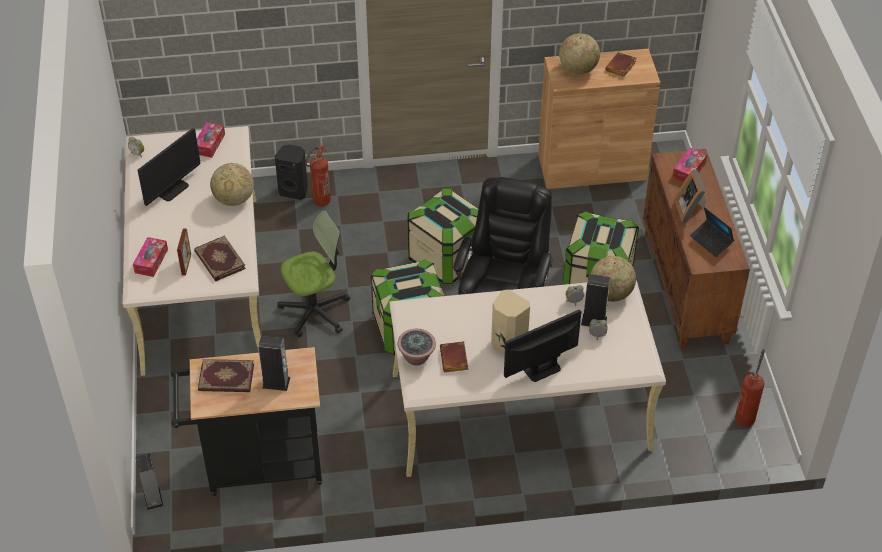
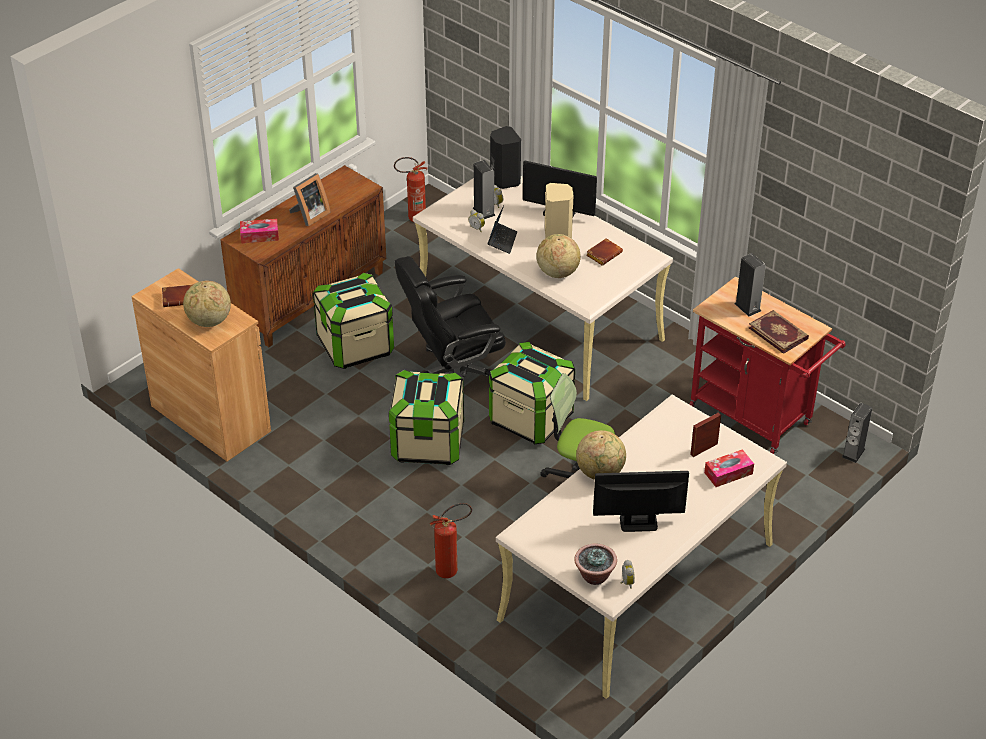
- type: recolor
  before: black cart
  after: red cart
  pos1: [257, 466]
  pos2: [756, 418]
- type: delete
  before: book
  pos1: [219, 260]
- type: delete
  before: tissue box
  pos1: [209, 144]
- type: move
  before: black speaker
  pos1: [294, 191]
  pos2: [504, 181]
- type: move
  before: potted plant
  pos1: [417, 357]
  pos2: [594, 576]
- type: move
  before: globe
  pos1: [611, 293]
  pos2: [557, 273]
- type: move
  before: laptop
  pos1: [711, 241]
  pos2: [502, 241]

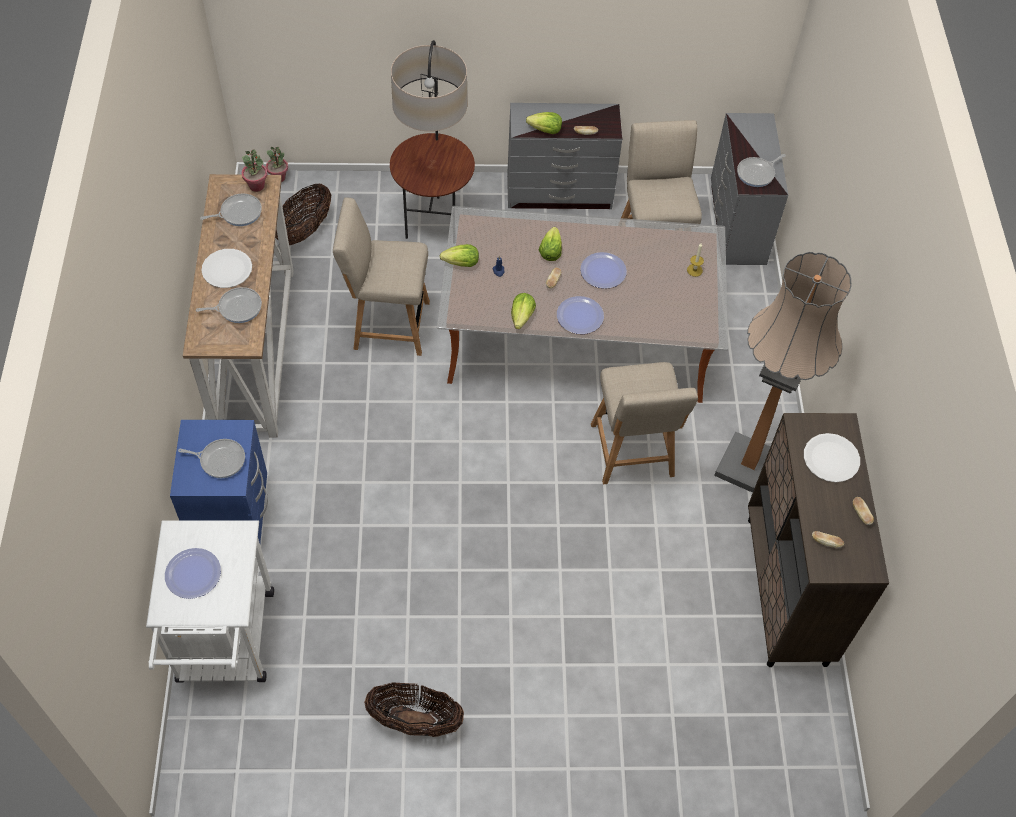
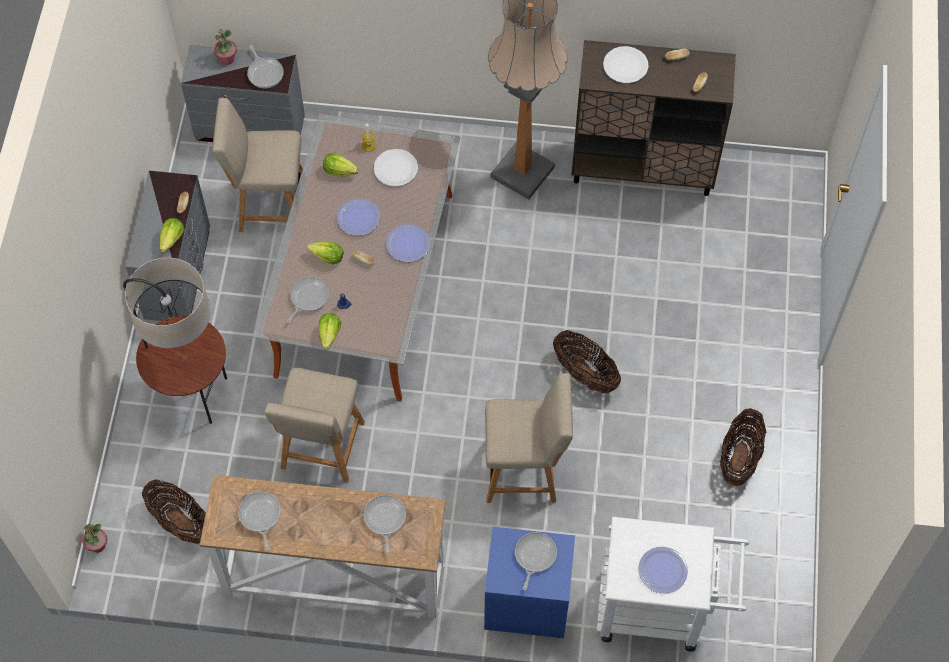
- type: move
  before: white plate
  pos1: [227, 269]
  pos2: [396, 168]
- type: move
  before: potted plant
  pos1: [257, 186]
  pos2: [227, 59]
- type: move
  before: lettuce
  pos1: [522, 317]
  pos2: [339, 171]
- type: move
  before: beige chair
  pos1: [633, 454]
  pos2: [525, 470]
- type: insert
  after: frying pan
  pos2: [308, 298]
- type: insert
  after: basket
  pos2: [585, 373]

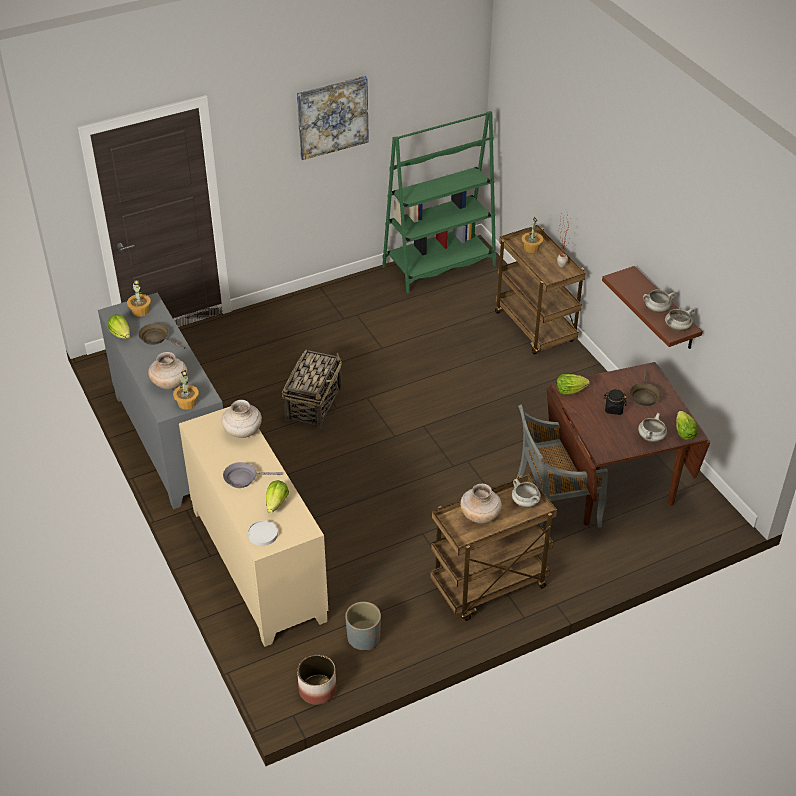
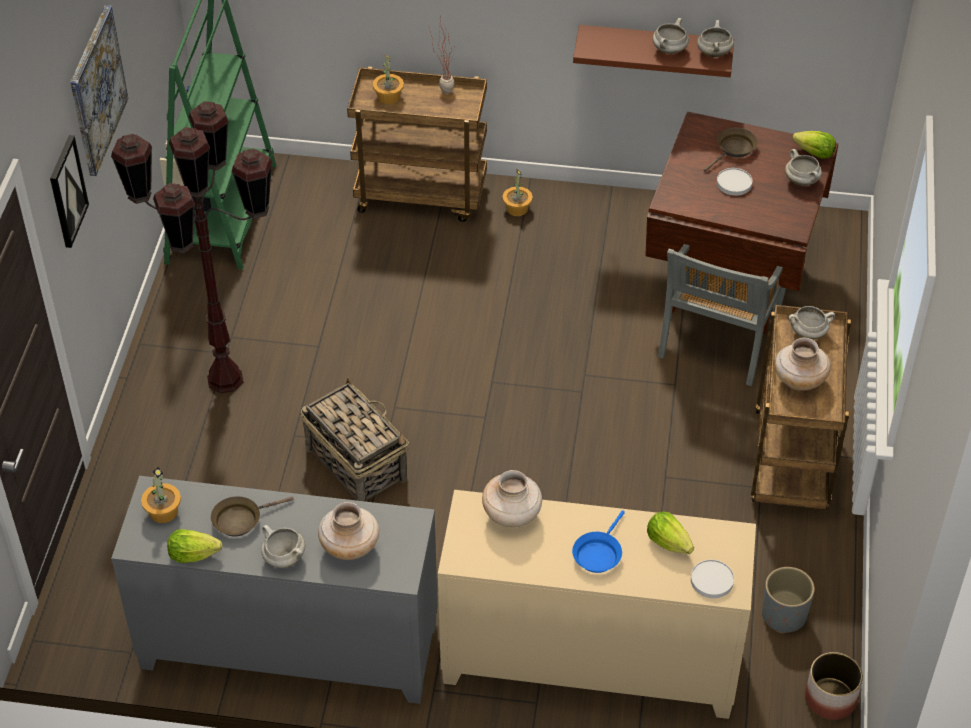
- type: move
  before: potted plant
  pos1: [187, 403]
  pos2: [516, 208]
- type: recolor
  before: grey frying pan
  after: blue frying pan
  pos1: [243, 478]
  pos2: [598, 553]
- type: delete
  before: lettuce
  pos1: [570, 390]
- type: replace
  before: black jar
  after: white plate
  pos1: [613, 409]
  pos2: [734, 183]
- type: rotate
  before: brown frying pan
  pos1: [644, 396]
  pos2: [734, 149]
  turn: -90
- type: insert
  after: picture
  pos2: [67, 191]
- type: insert
  after: brown floor lamp
  pos2: [224, 378]
- type: insert
  after: white cooking pot
  pos2: [283, 558]

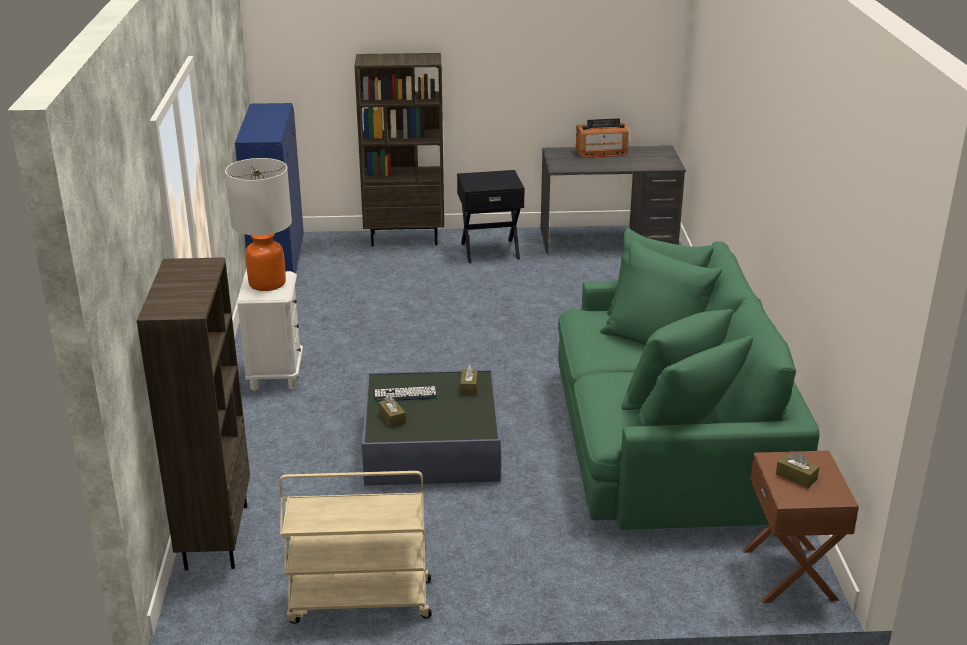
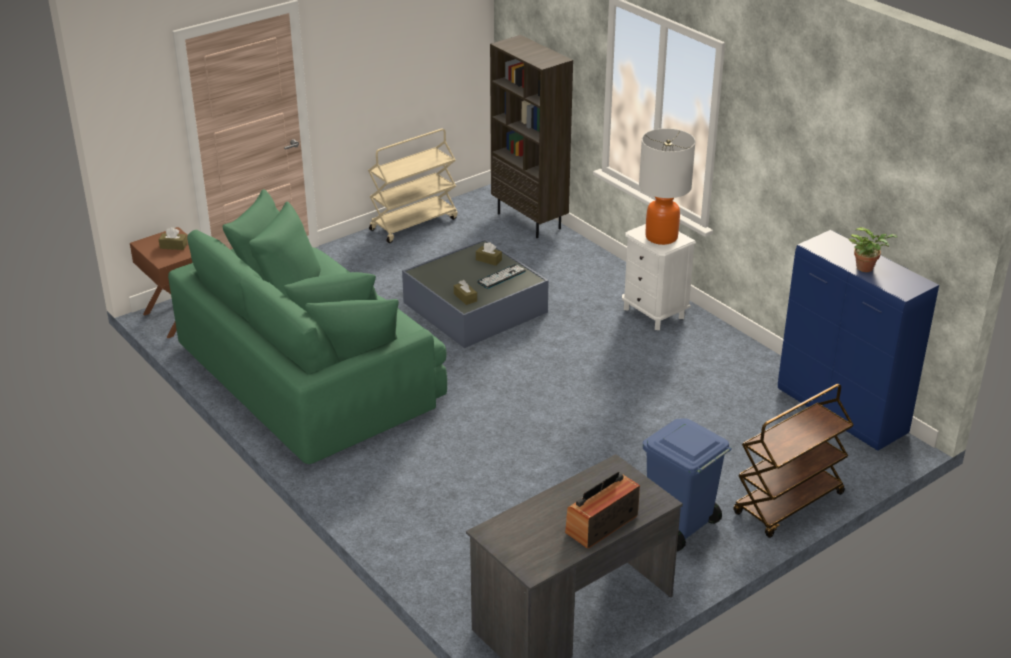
- type: replace
  before: brown bookcase
  after: brown cart
  pos1: [405, 238]
  pos2: [788, 504]
- type: replace
  before: black side table
  after: blue trash can
  pos1: [490, 250]
  pos2: [679, 527]
- type: insert
  after: potted plant
  pos2: [867, 268]

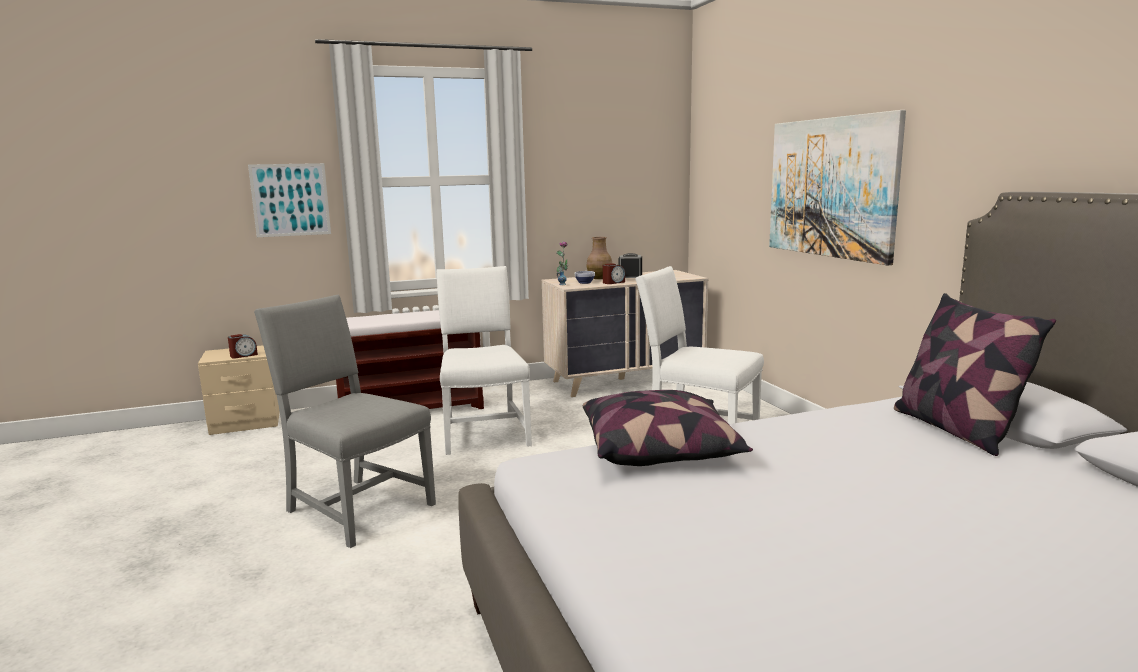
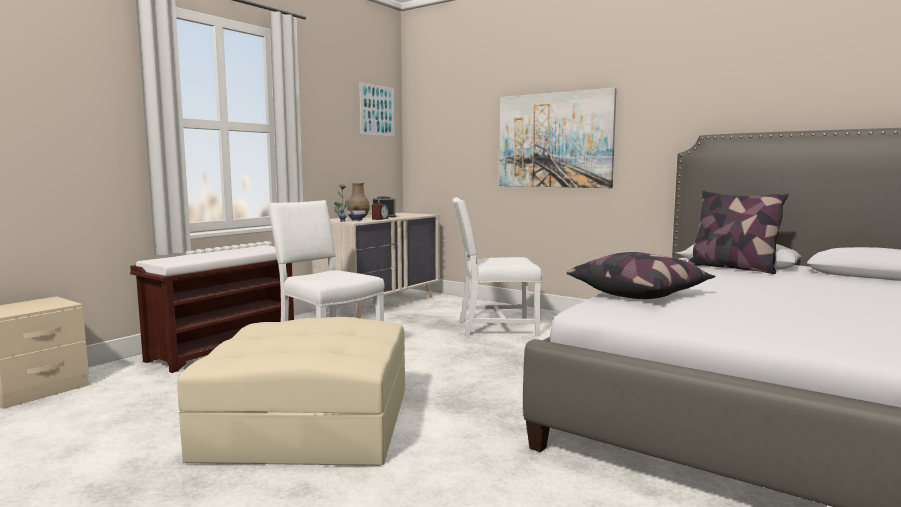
- type: delete
  before: alarm clock
  pos1: [243, 355]
- type: move
  before: picture
  pos1: [290, 200]
  pos2: [377, 110]
- type: replace
  before: grey chair
  after: beige ottoman
  pos1: [355, 508]
  pos2: [309, 421]

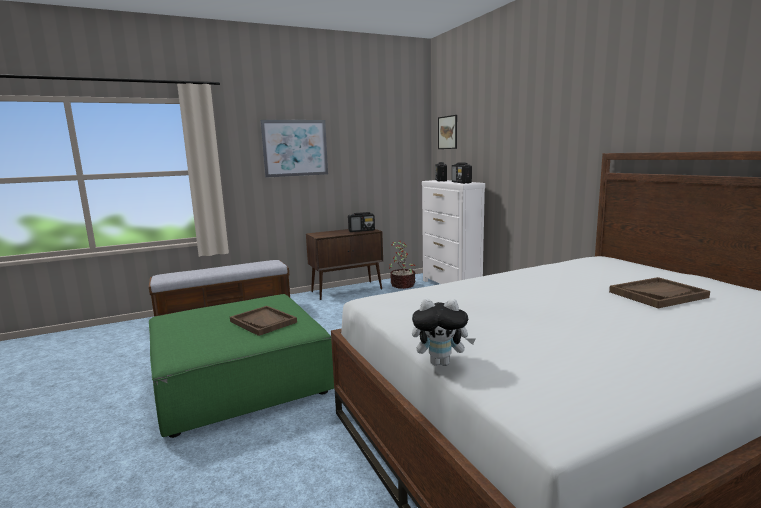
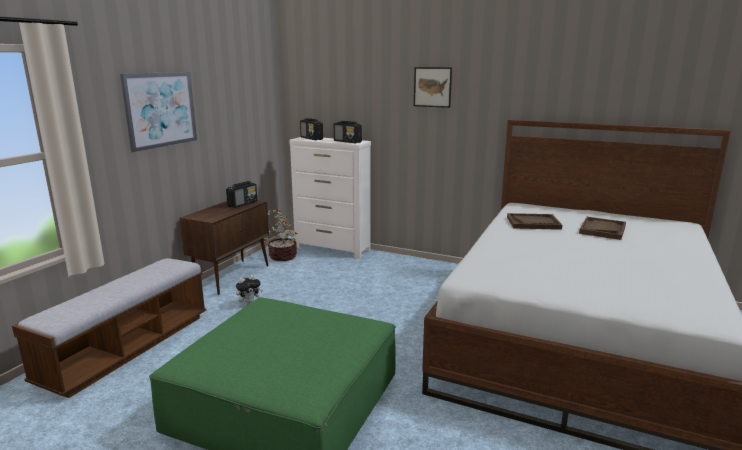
- type: move
  before: brown tray
  pos1: [263, 322]
  pos2: [533, 223]
- type: move
  before: plush toy
  pos1: [441, 363]
  pos2: [249, 303]
- type: move
  before: picture
  pos1: [447, 132]
  pos2: [432, 87]

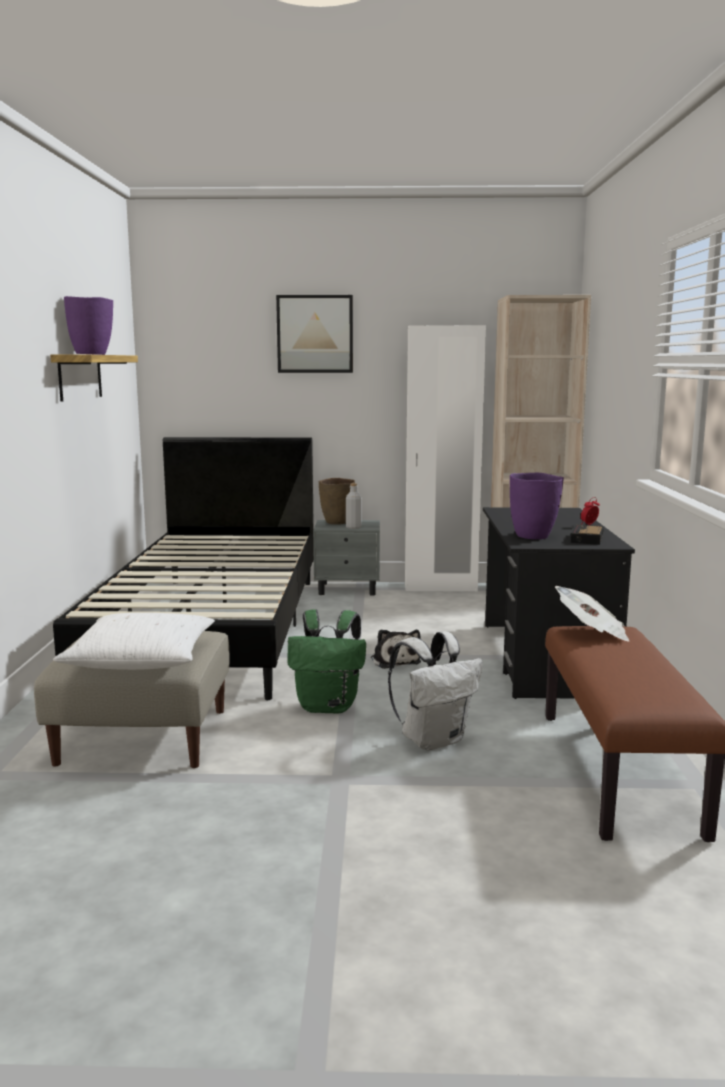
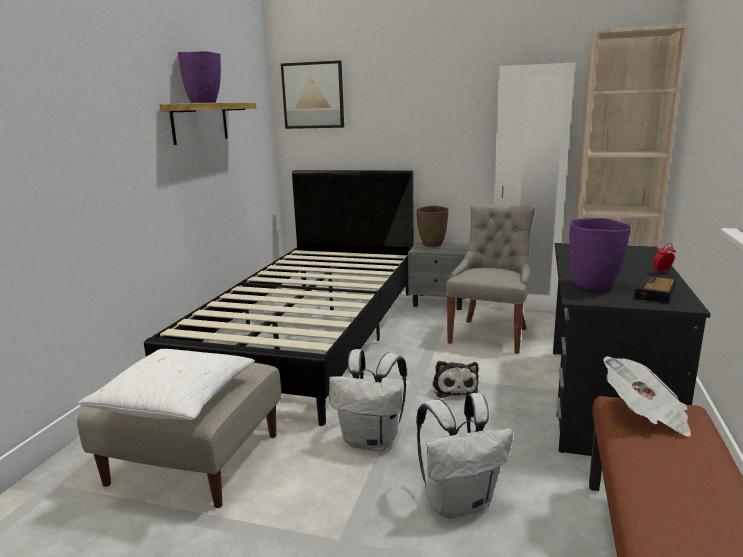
- type: move
  before: picture
  pos1: [315, 334]
  pos2: [313, 95]
- type: recolor
  before: green backpack
  after: white backpack
  pos1: [329, 706]
  pos2: [372, 441]
- type: delete
  before: grey bottle
  pos1: [353, 527]
- type: insert
  after: grey chair
  pos2: [490, 335]

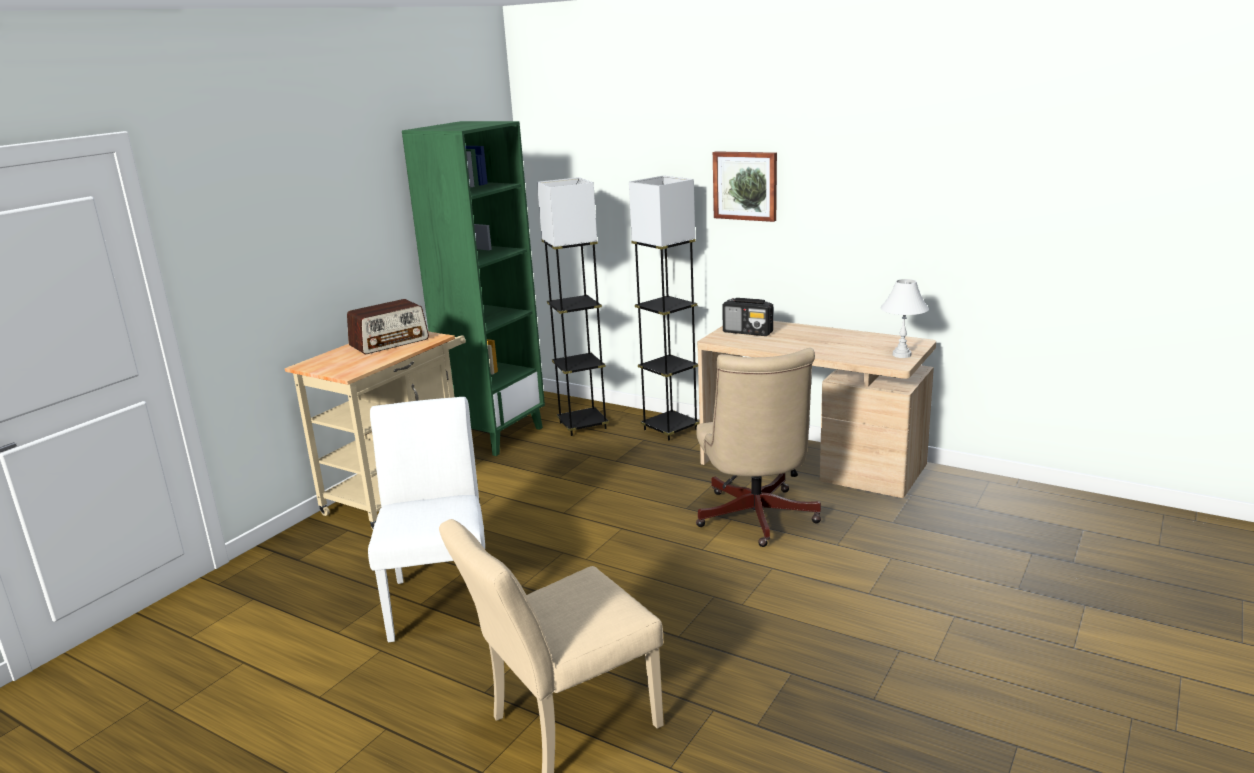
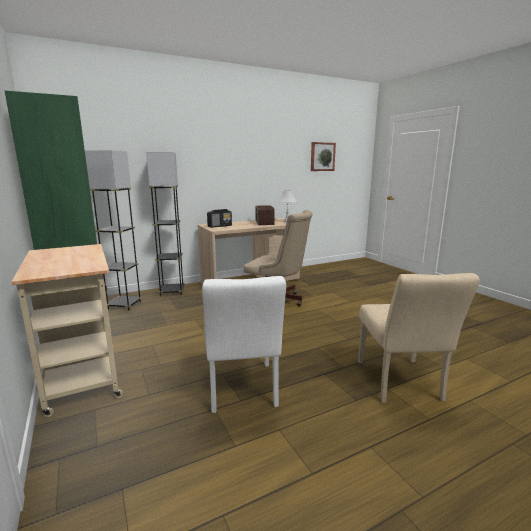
- type: move
  before: radio
  pos1: [390, 342]
  pos2: [264, 222]
- type: rotate
  before: white chair
  pos1: [441, 597]
  pos2: [242, 391]
  turn: -120
- type: move
  before: picture
  pos1: [745, 185]
  pos2: [322, 156]

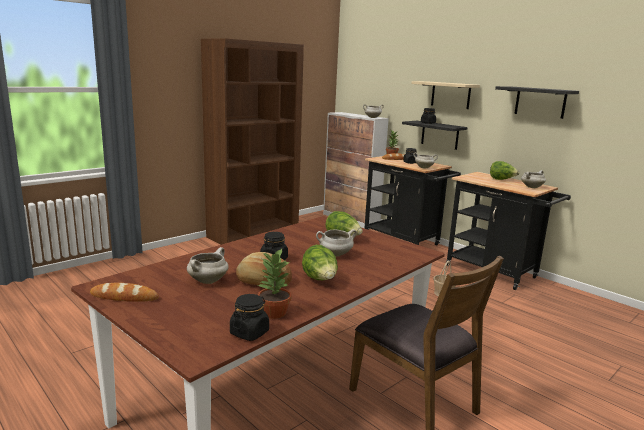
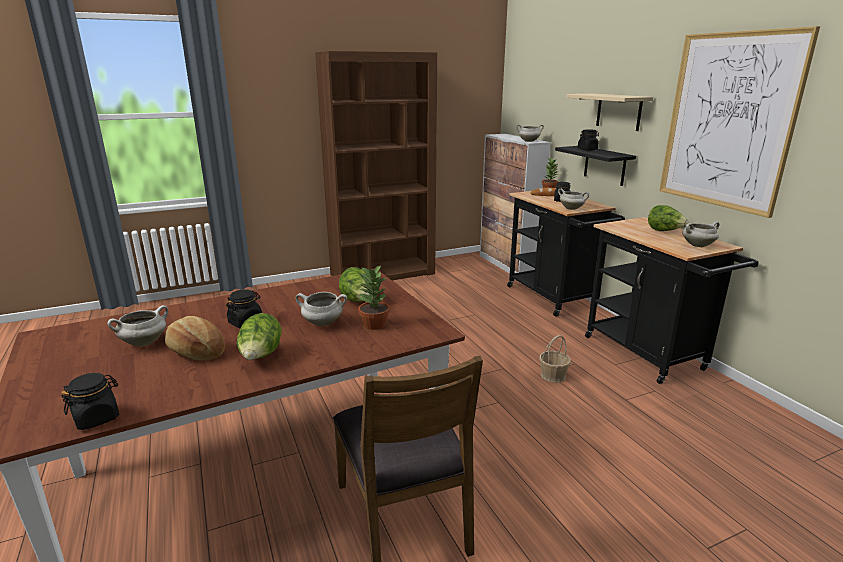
- type: delete
  before: bread
  pos1: [124, 297]
- type: move
  before: potted plant
  pos1: [273, 313]
  pos2: [373, 324]
- type: replace
  before: black shelf
  after: picture
  pos1: [540, 102]
  pos2: [728, 121]

